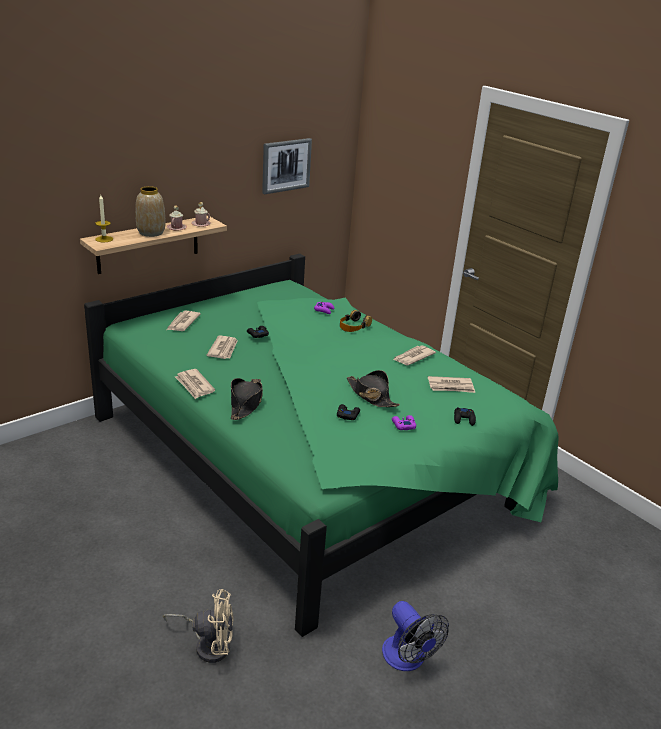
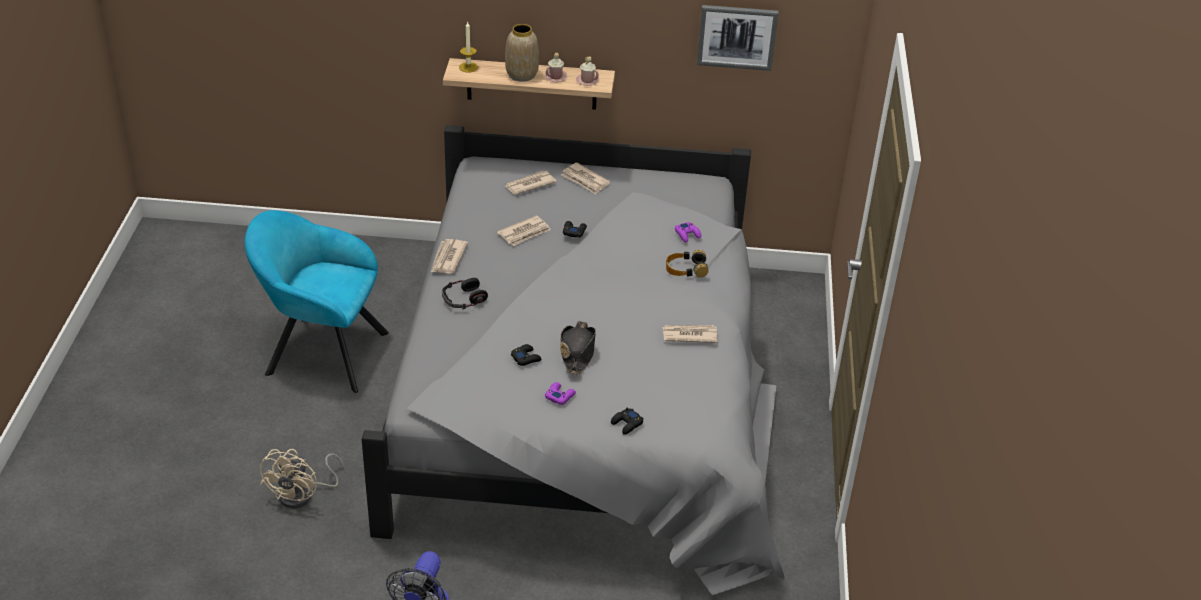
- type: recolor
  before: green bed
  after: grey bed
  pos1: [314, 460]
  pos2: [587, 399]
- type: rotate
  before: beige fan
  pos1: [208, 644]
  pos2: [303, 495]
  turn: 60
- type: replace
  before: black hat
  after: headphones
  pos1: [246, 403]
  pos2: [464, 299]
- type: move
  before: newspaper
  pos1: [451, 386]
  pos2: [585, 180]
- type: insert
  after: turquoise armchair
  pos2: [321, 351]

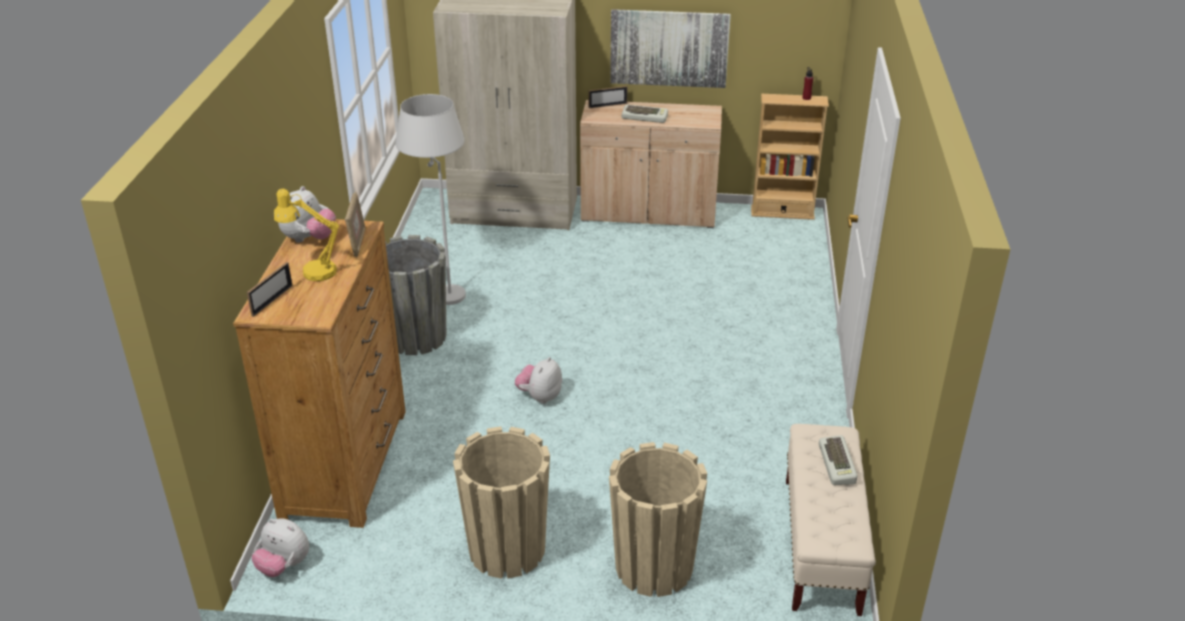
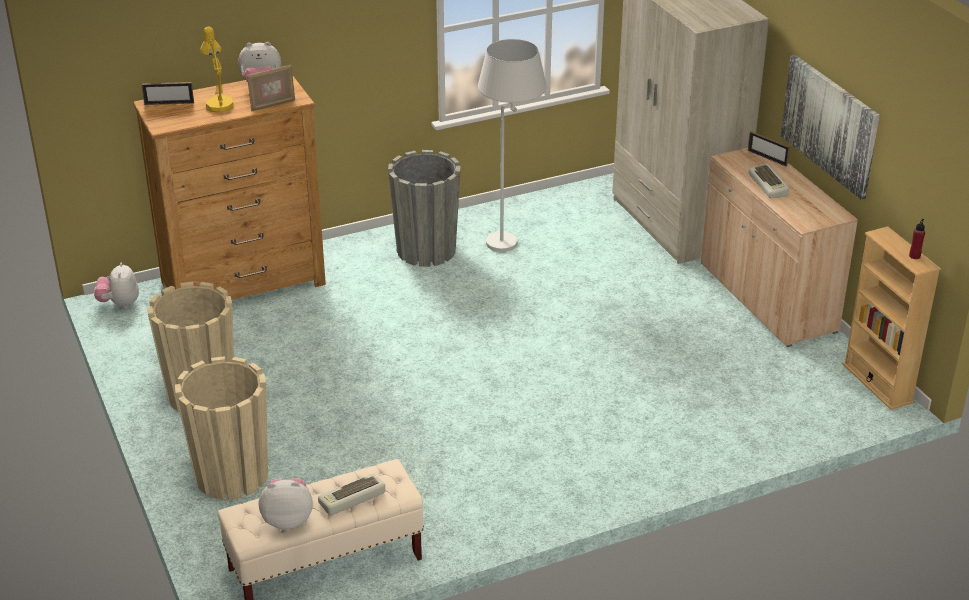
- type: move
  before: plush toy
  pos1: [540, 396]
  pos2: [288, 519]

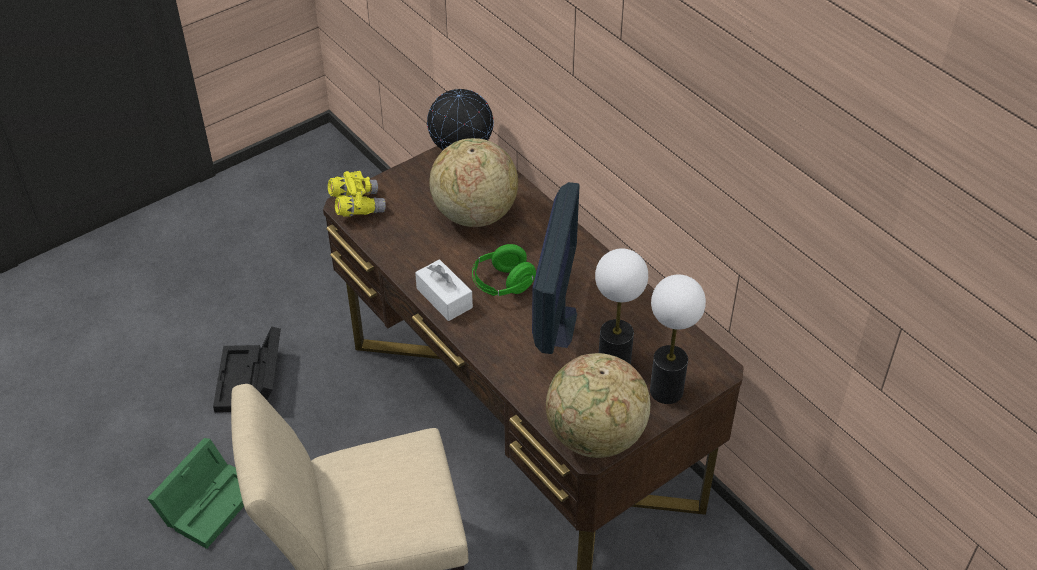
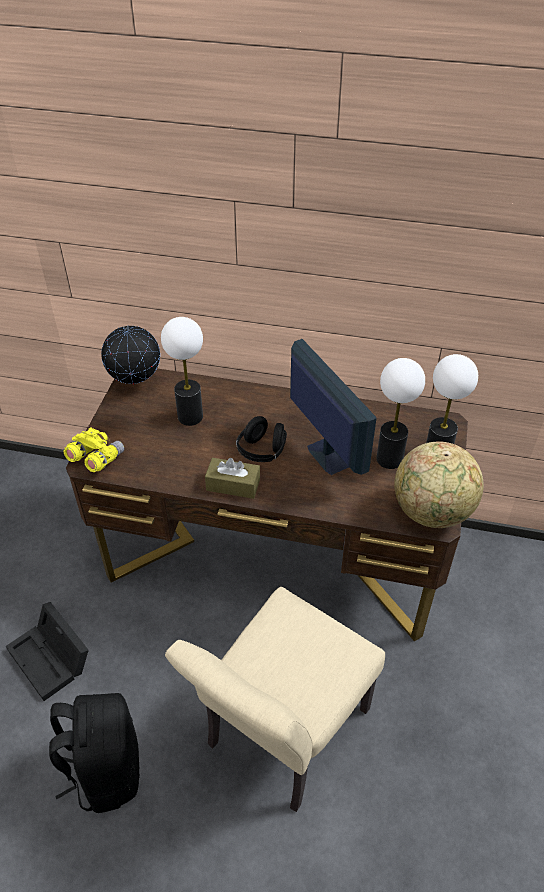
- type: replace
  before: green storage box
  after: black backpack
  pos1: [209, 500]
  pos2: [105, 770]
- type: recolor
  before: white tissue box
  after: brown tissue box
  pos1: [444, 298]
  pos2: [233, 485]
- type: replace
  before: globe
  after: table lamp
  pos1: [474, 214]
  pos2: [190, 417]
- type: recolor
  before: green headphones
  after: black headphones
  pos1: [502, 284]
  pos2: [261, 451]

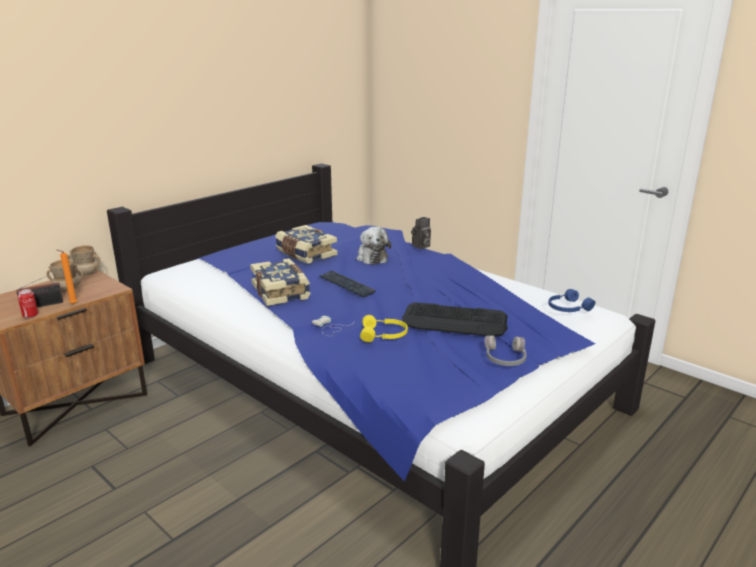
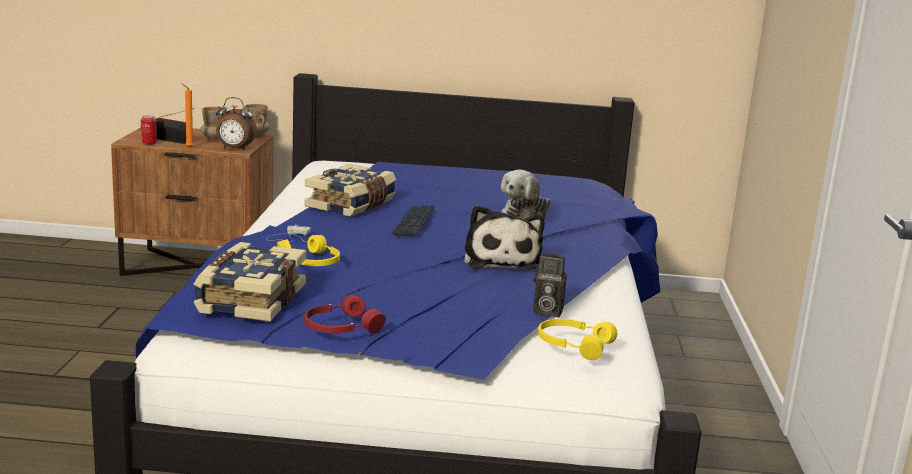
- type: move
  before: book
  pos1: [305, 254]
  pos2: [249, 299]
- type: delete
  before: keyboard
  pos1: [455, 321]
- type: move
  before: photo camera
  pos1: [421, 246]
  pos2: [546, 311]
- type: recolor
  before: grey headphones
  after: red headphones
  pos1: [504, 358]
  pos2: [340, 328]
- type: recolor
  before: blue headphones
  after: yellow headphones
  pos1: [567, 308]
  pos2: [573, 345]
- type: insert
  after: alarm clock
  pos2: [234, 149]
- type: insert
  after: plush toy
  pos2: [501, 259]

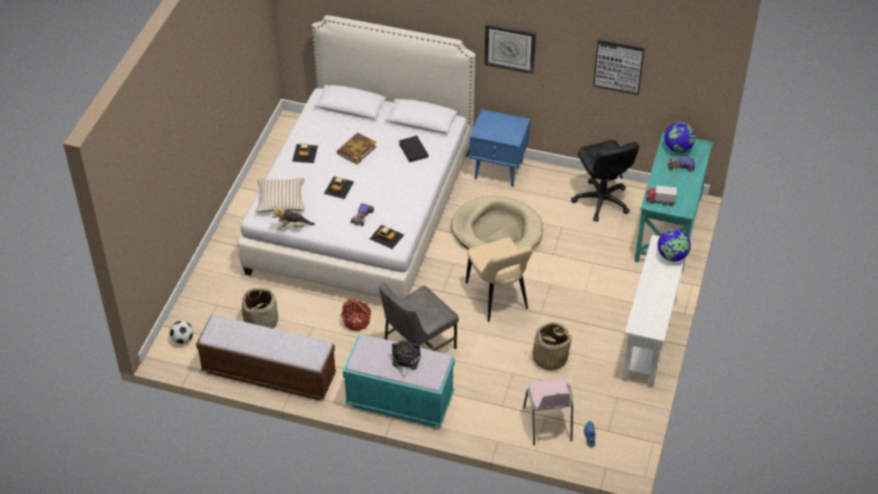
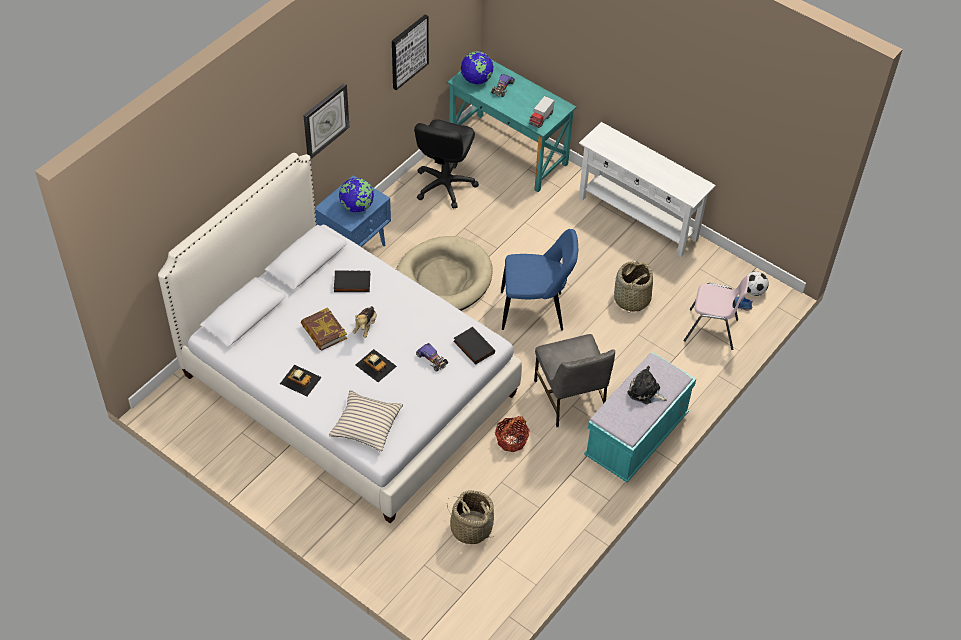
- type: move
  before: football
  pos1: [182, 340]
  pos2: [753, 291]
- type: delete
  before: bench
  pos1: [268, 373]
- type: move
  before: plush toy
  pos1: [292, 227]
  pos2: [365, 326]
- type: replace
  before: toy car
  after: black book
  pos1: [386, 236]
  pos2: [473, 347]
- type: recolor
  before: beige chair
  after: blue chair
  pos1: [498, 298]
  pos2: [535, 311]
- type: rotate
  before: black office chair
  pos1: [601, 201]
  pos2: [444, 185]
  turn: 105
- type: move
  before: globe
  pos1: [672, 256]
  pos2: [357, 207]

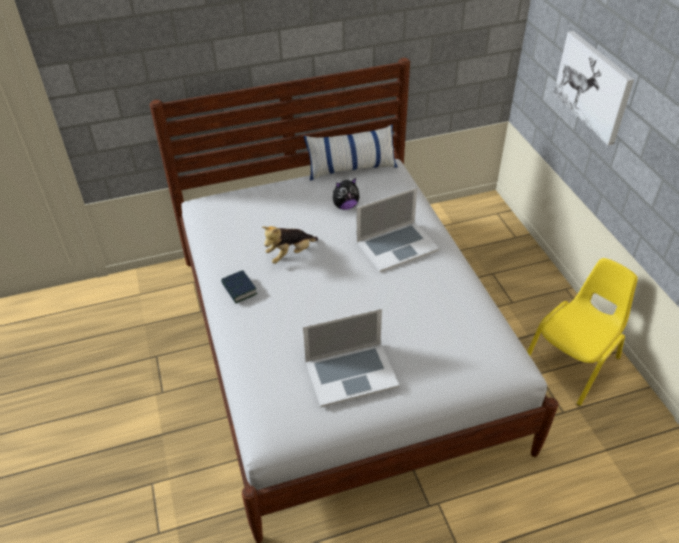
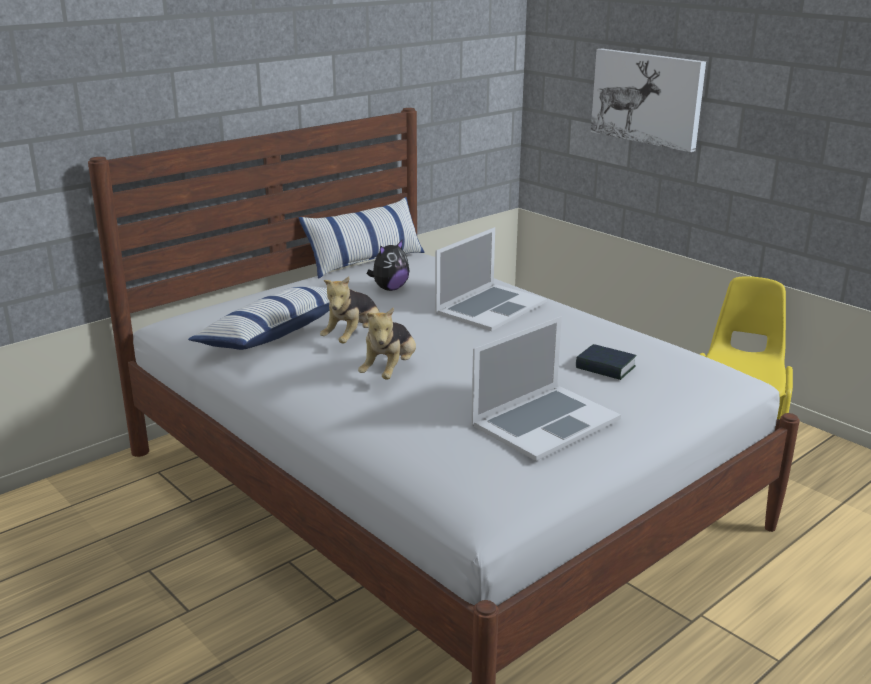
- type: move
  before: book
  pos1: [239, 289]
  pos2: [605, 368]
- type: insert
  after: pillow
  pos2: [274, 333]
- type: insert
  after: plush toy
  pos2: [390, 371]

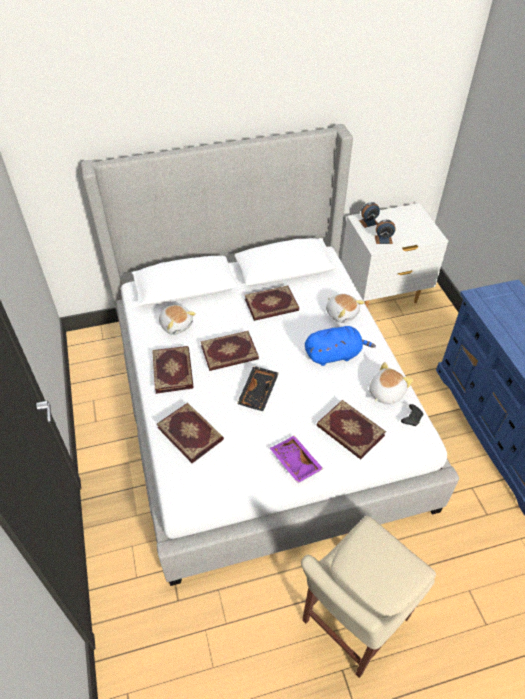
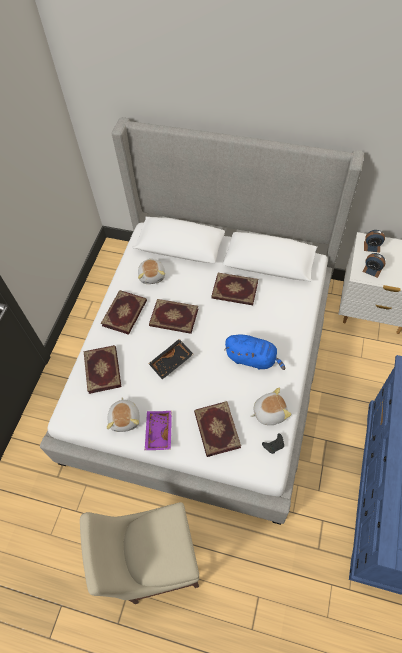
- type: move
  before: plush toy
  pos1: [341, 313]
  pos2: [125, 418]

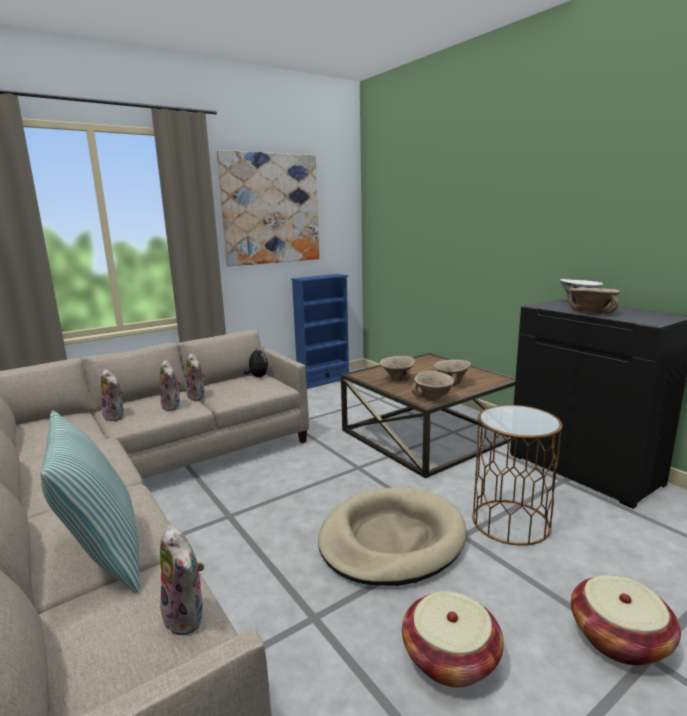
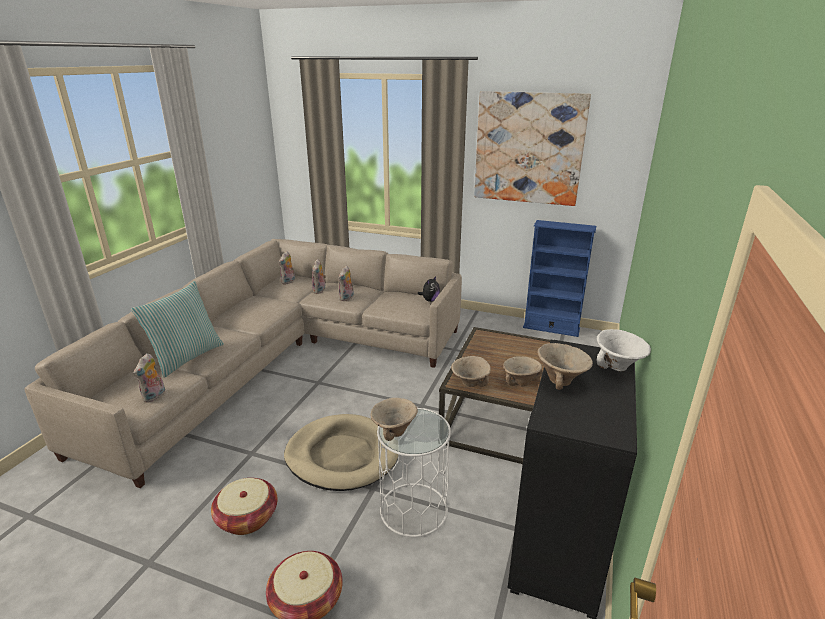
- type: move
  before: plush toy
  pos1: [198, 397]
  pos2: [288, 282]
- type: move
  before: beige bowl
  pos1: [396, 379]
  pos2: [393, 431]
- type: recolor
  before: brown side table
  after: white side table
  pos1: [511, 521]
  pos2: [414, 509]

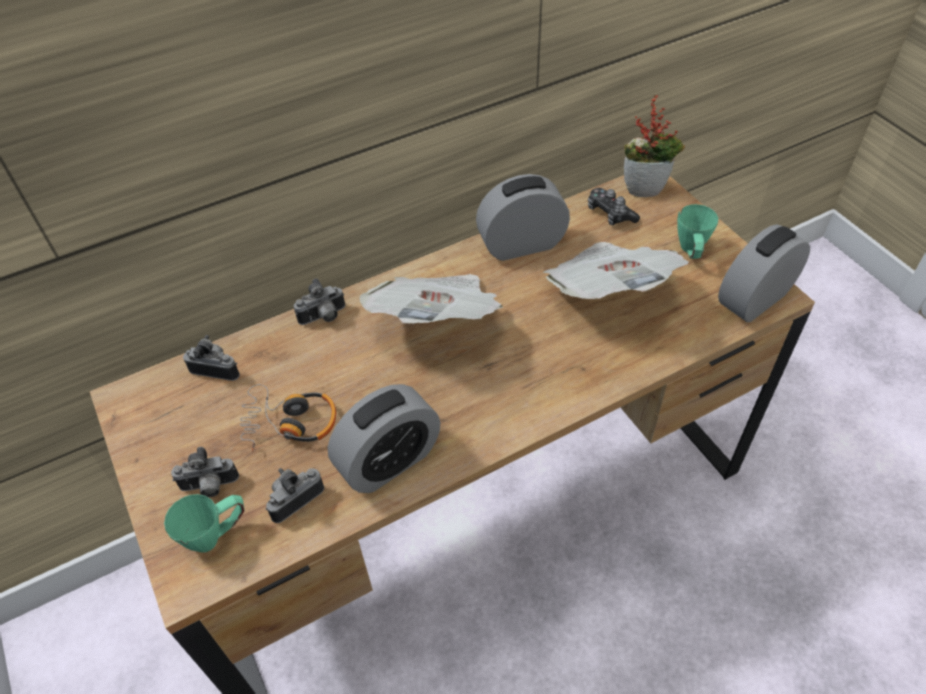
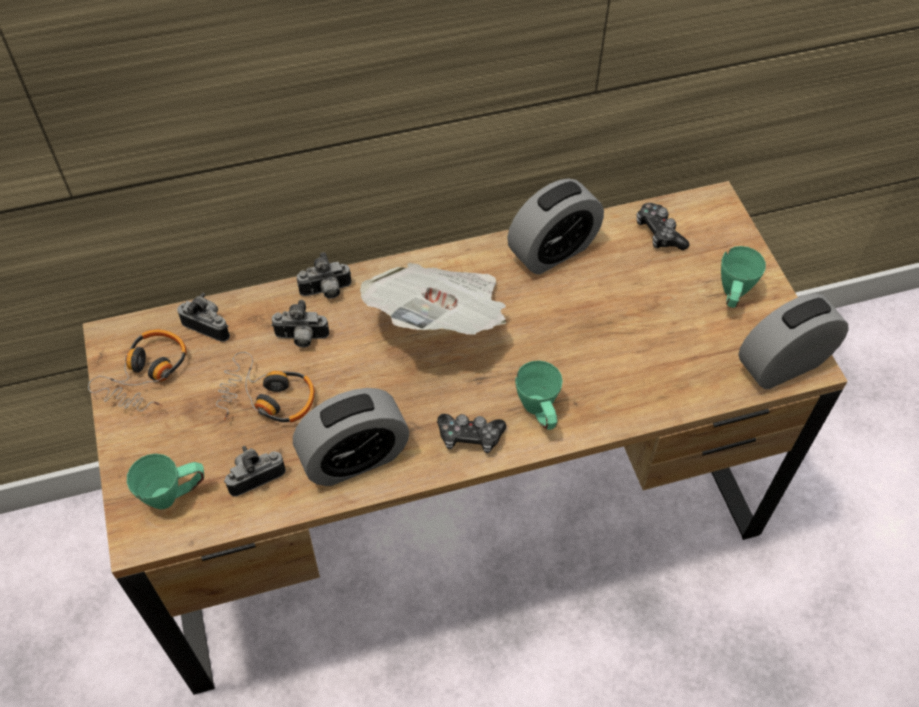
- type: move
  before: photo camera
  pos1: [209, 487]
  pos2: [301, 339]
- type: rotate
  before: alarm clock
  pos1: [521, 245]
  pos2: [552, 251]
  turn: 150
- type: delete
  before: newspaper
  pos1: [608, 292]
- type: delete
  before: potted plant
  pos1: [645, 189]
- type: insert
  after: headphones
  pos2: [147, 376]
- type: insert
  after: game controller
  pos2: [470, 437]
- type: insert
  after: green mug
  pos2: [539, 414]

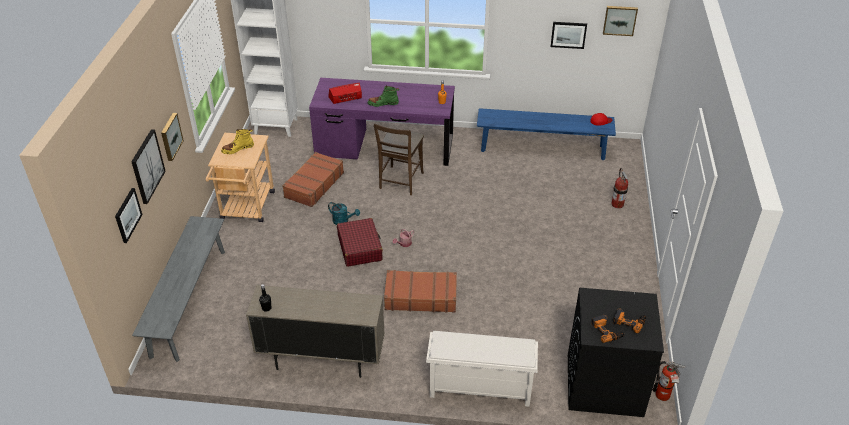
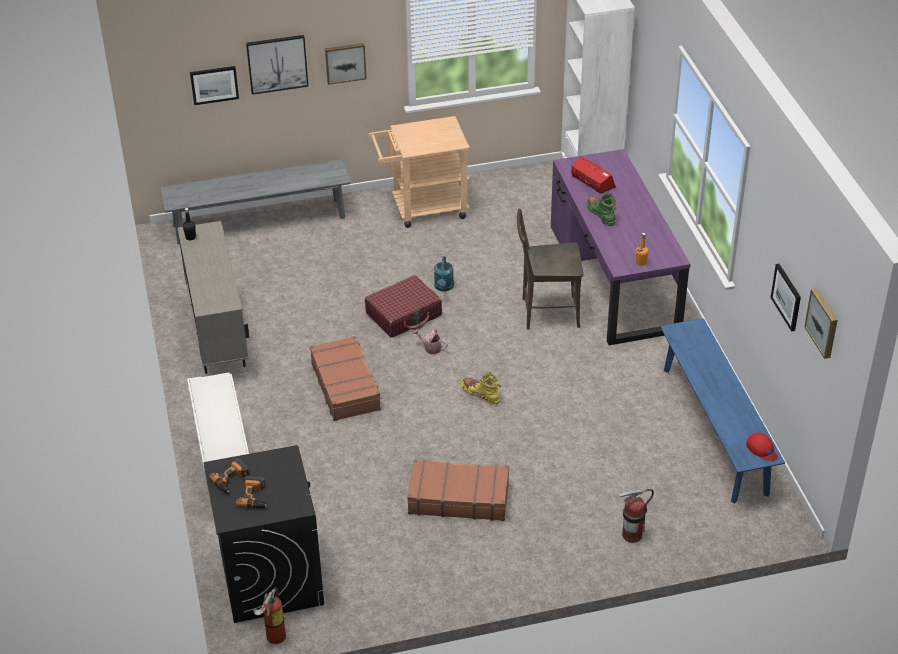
- type: move
  before: yellow boot
  pos1: [238, 149]
  pos2: [481, 394]
- type: move
  before: brown suitcase
  pos1: [313, 185]
  pos2: [458, 498]

